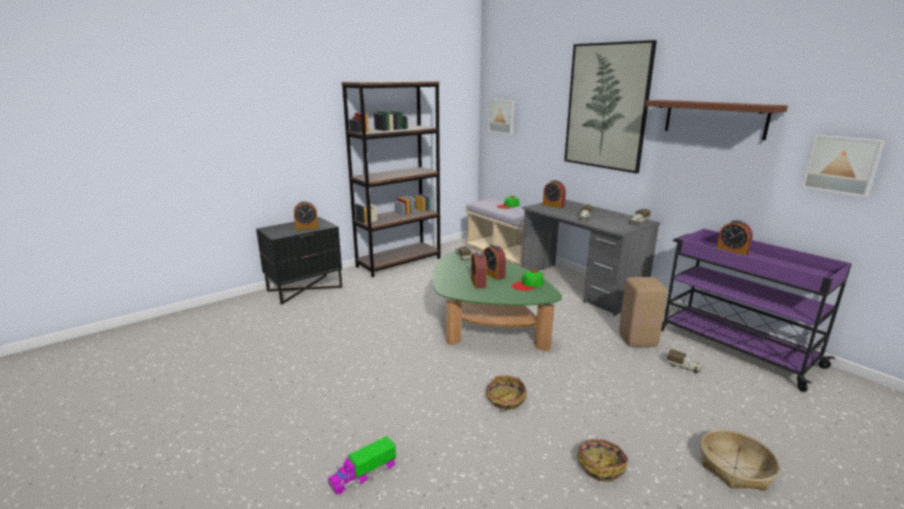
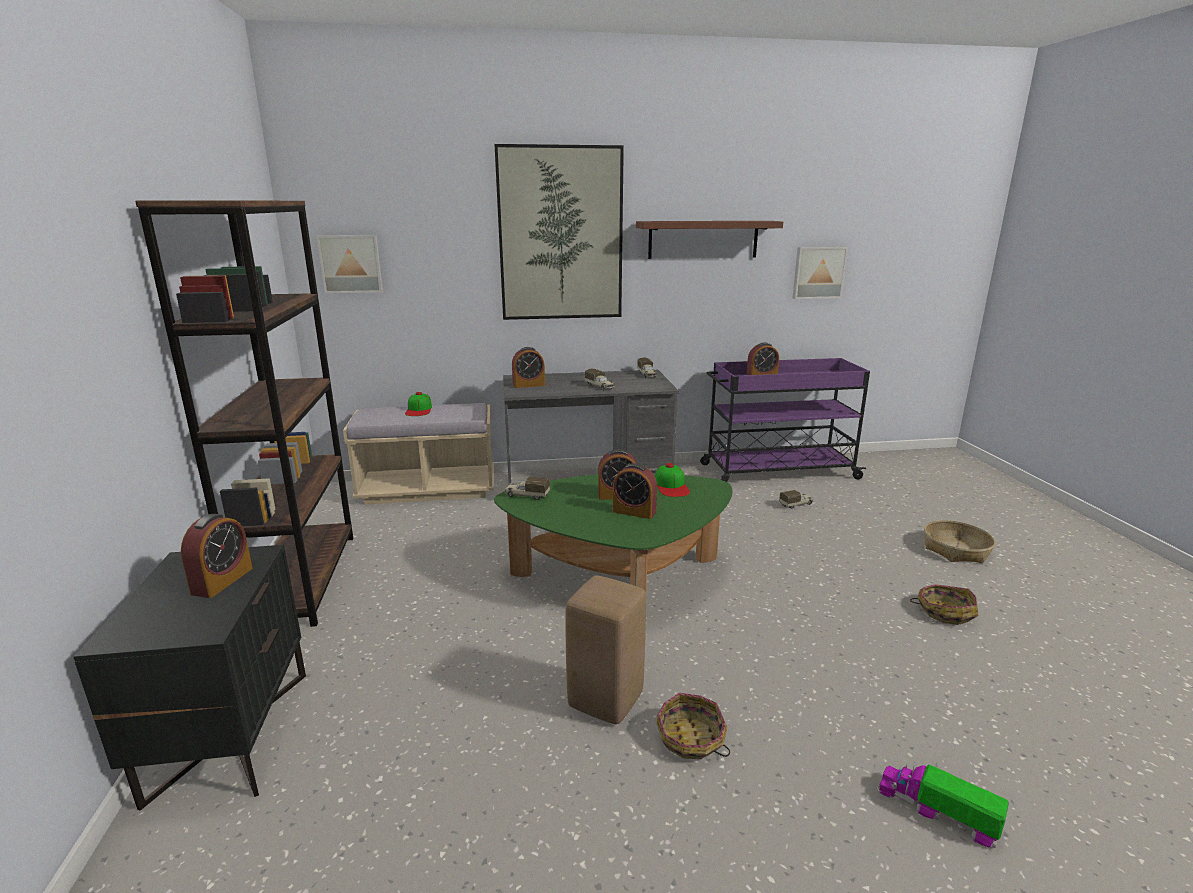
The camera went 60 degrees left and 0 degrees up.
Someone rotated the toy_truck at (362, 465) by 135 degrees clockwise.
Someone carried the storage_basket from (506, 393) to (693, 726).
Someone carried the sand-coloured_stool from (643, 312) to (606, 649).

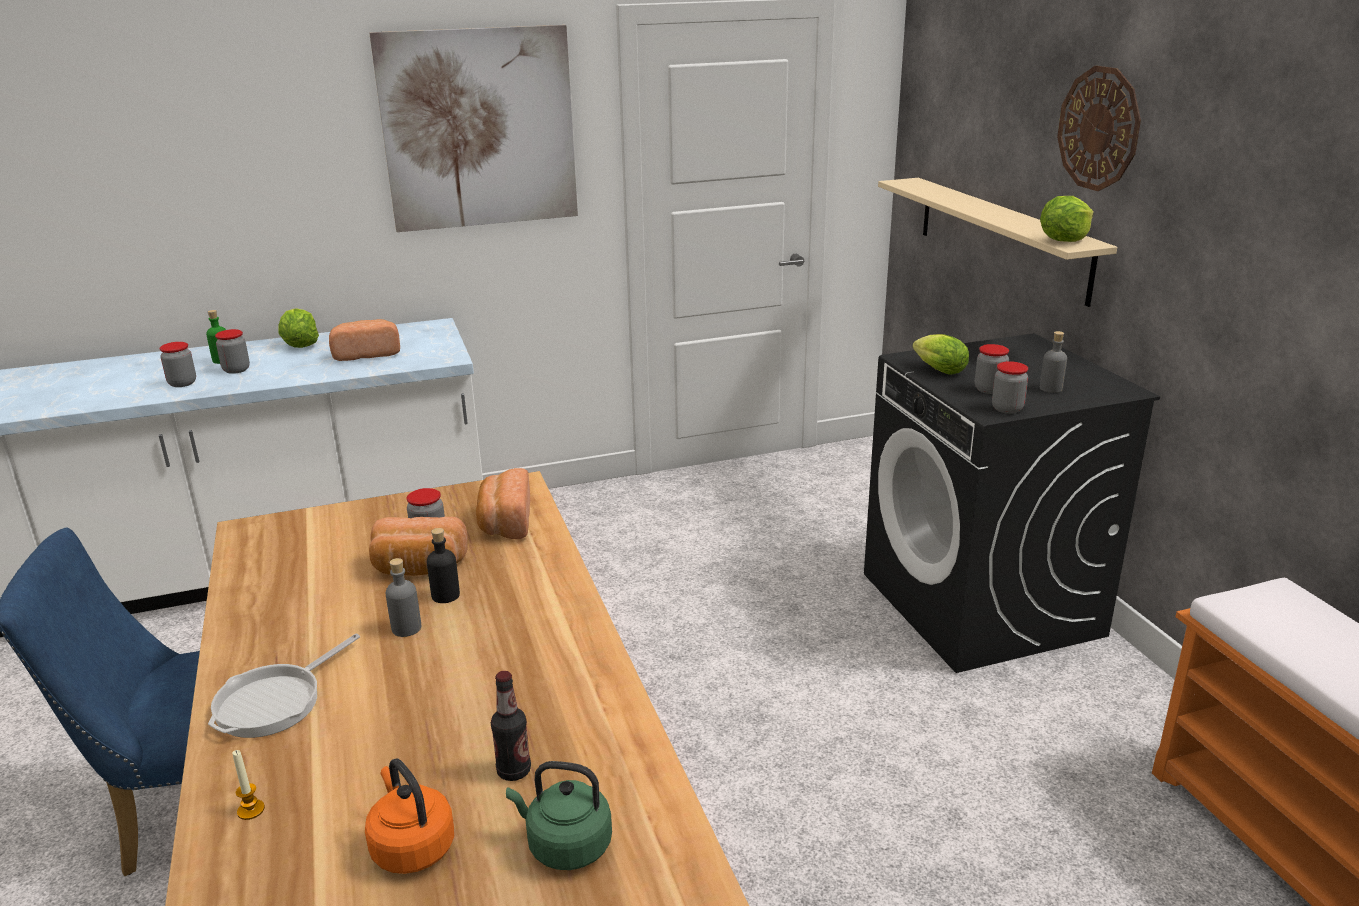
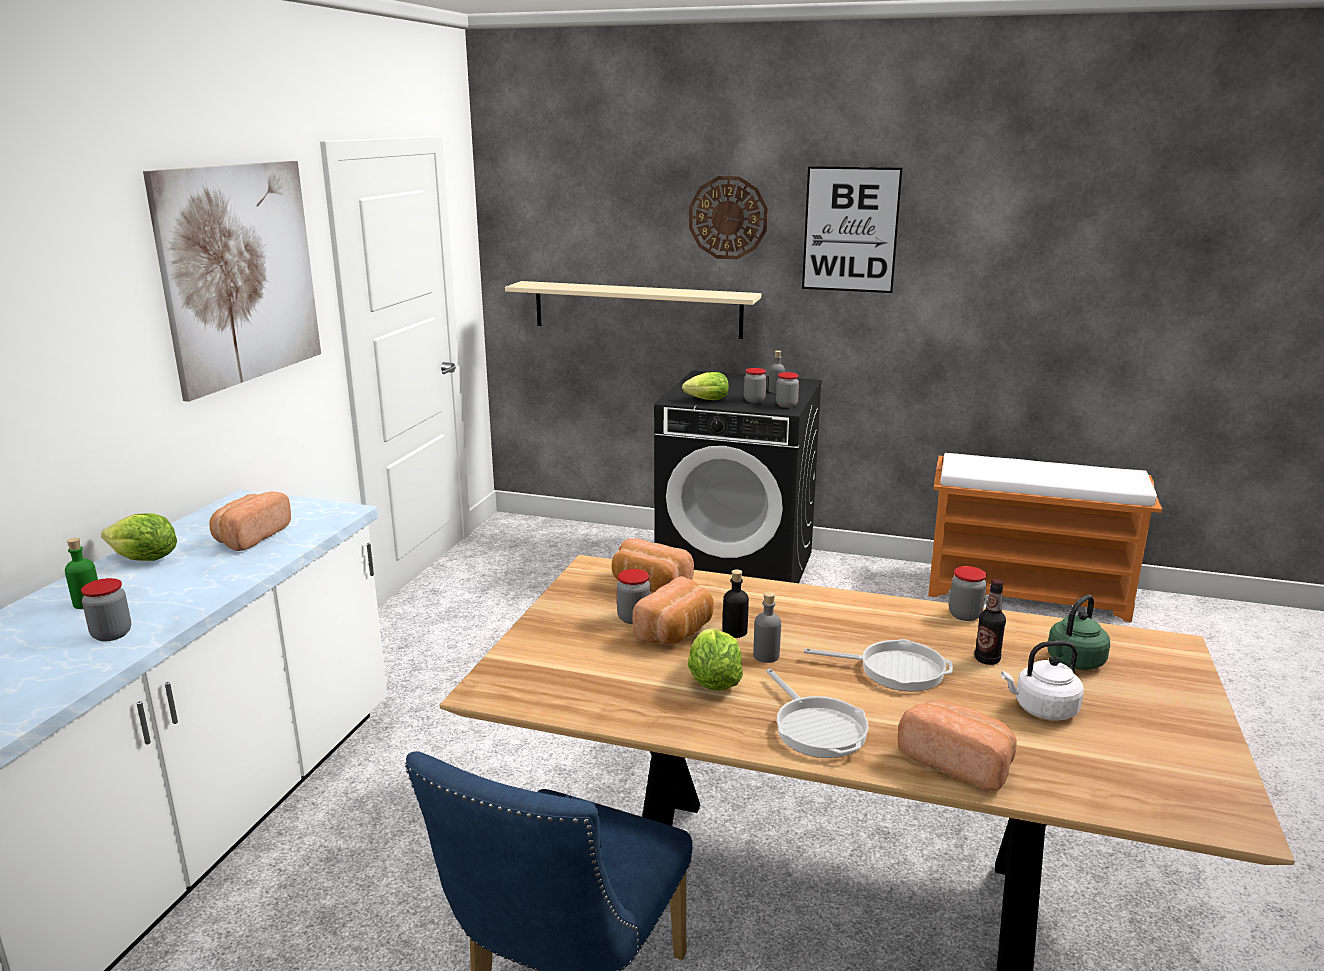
The camera went 55 degrees left and 5 degrees down.
Someone carried the jar from (232, 351) to (968, 593).
Someone swapped the wax_light at (248, 785) for the bakery_bread at (957, 745).
Someone repainted the orange-coloured_tea_kettle at (409, 816), which became the white_tea_kettle at (1042, 681).
Someone carried the head_of_lettuce from (1067, 219) to (715, 659).
Someone put up the wall_picture at (852, 229).
Someone put down the pan at (878, 665).

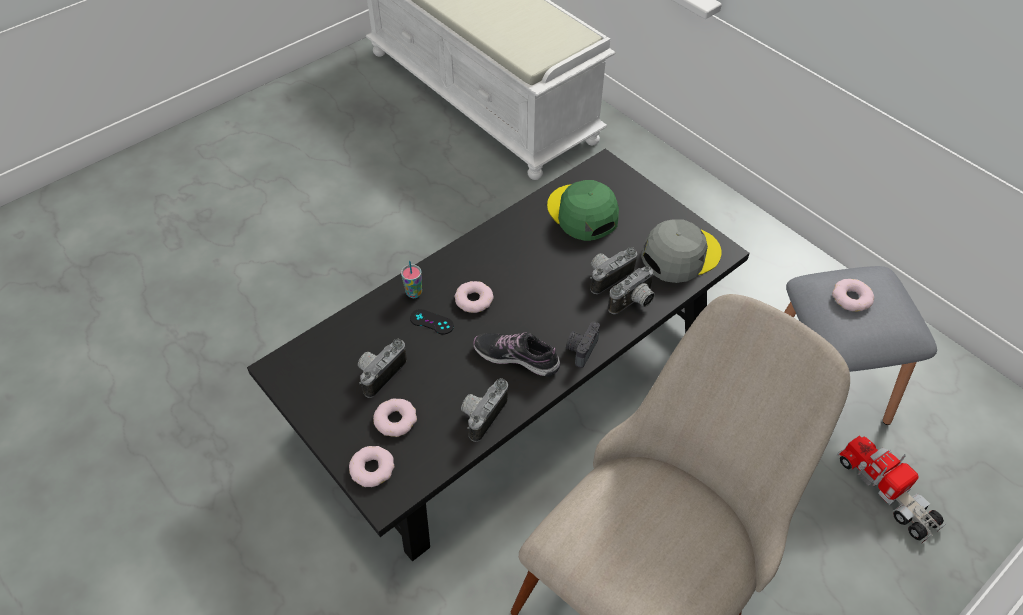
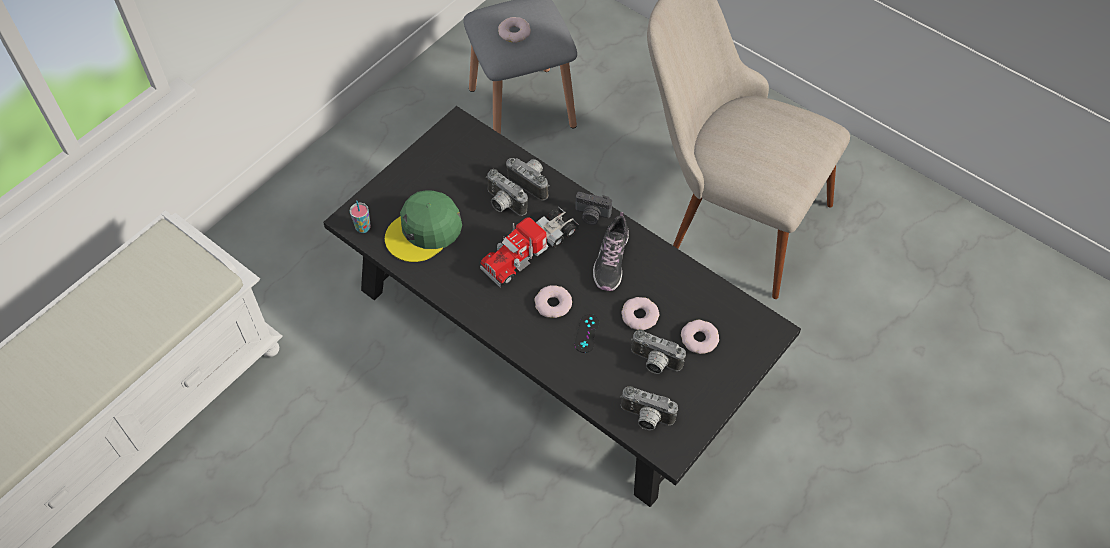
The camera went 100 degrees left and 5 degrees up.
Someone carried the ring_doughnut from (371, 466) to (640, 313).
Someone carried the drinking_cup from (411, 279) to (360, 216).
Someone carried the photo_camera from (484, 410) to (649, 408).
Someone took away the greyish_baseball_cap at (681, 251).
Someone carried the toy_truck from (892, 489) to (529, 247).

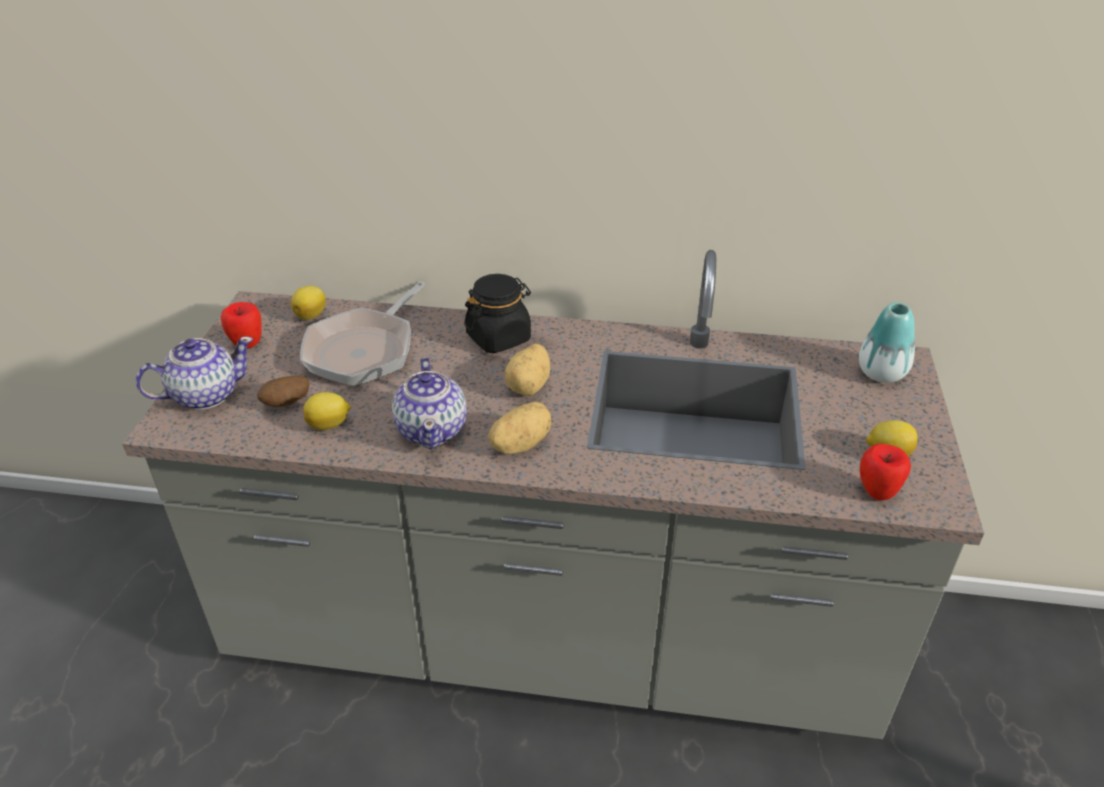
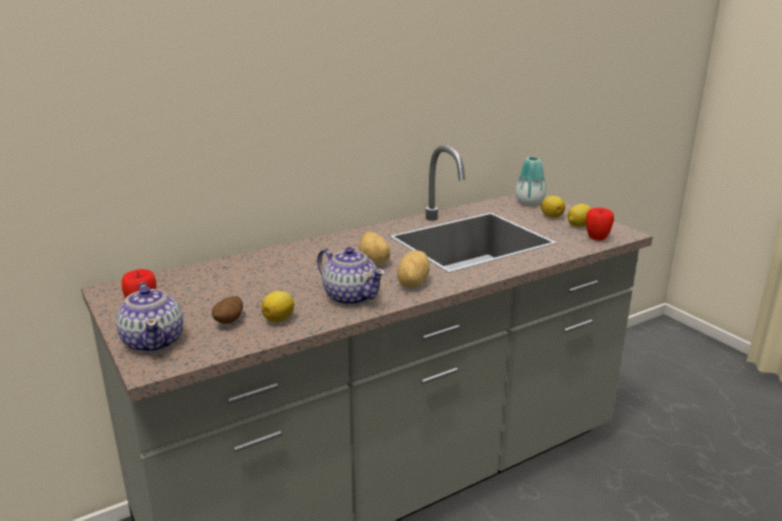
The camera went 40 degrees left and 15 degrees down.
Someone rotated the teapot at (194, 373) by 135 degrees clockwise.
Someone carried the whole_lemon from (308, 303) to (553, 207).
Someone took away the pan at (362, 333).
Someone took away the blackish_jar at (497, 313).

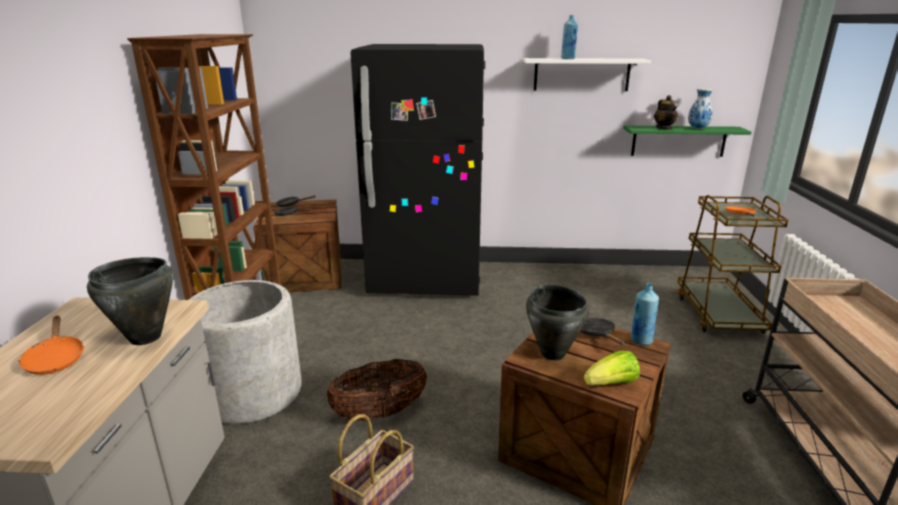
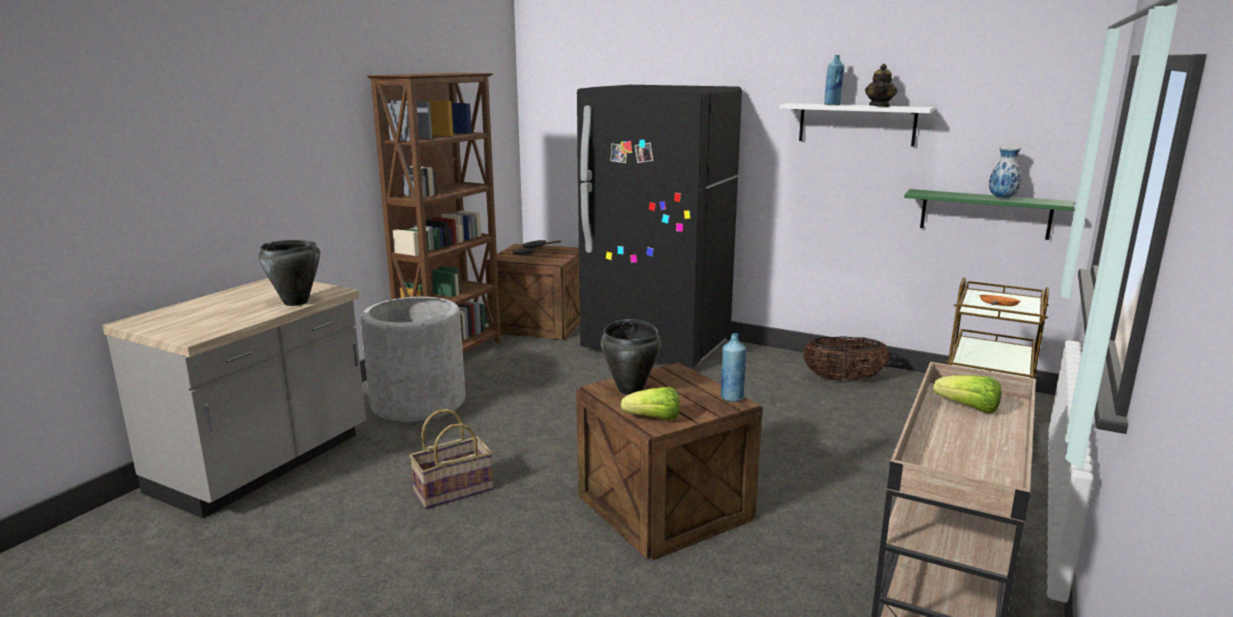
The camera went 25 degrees right and 5 degrees down.
Someone took away the orange-coloured_pan at (51, 345).
Someone carried the storage_basket from (376, 390) to (846, 358).
Someone took away the blackish_pan at (602, 331).
Someone carried the teapot from (666, 112) to (881, 85).
Someone put down the head_of_lettuce at (967, 394).

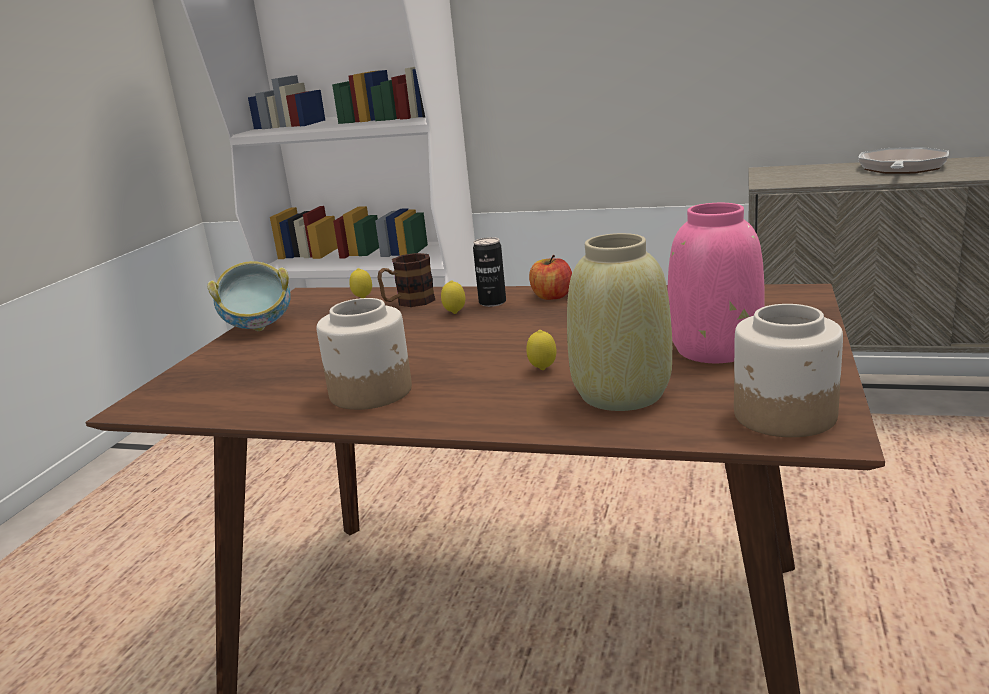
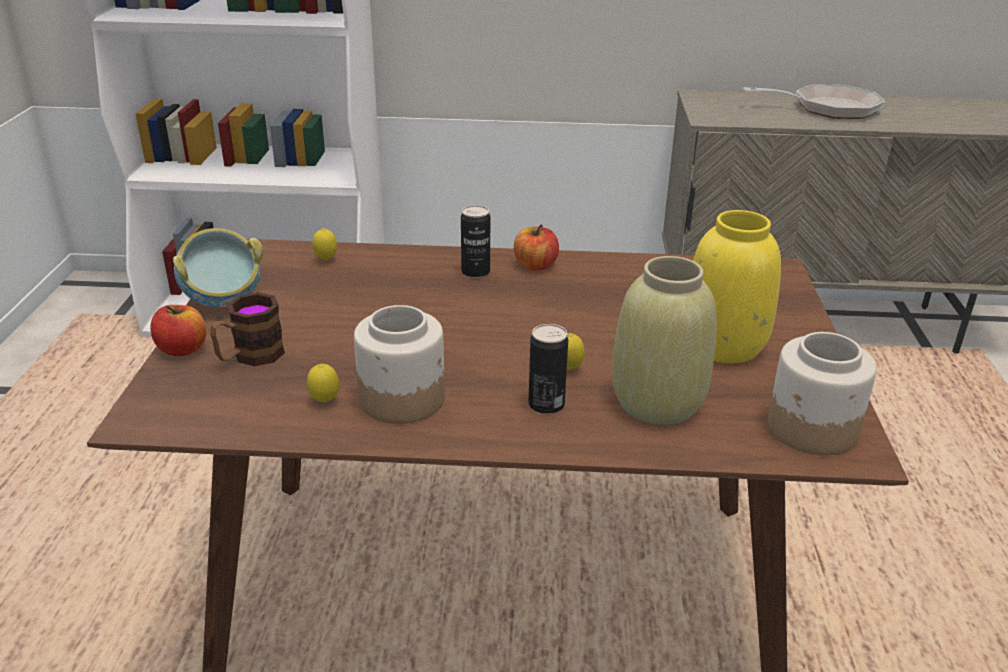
The camera went 15 degrees left and 10 degrees up.
Someone carried the mug from (406, 280) to (247, 329).
Someone carried the whole_lemon from (453, 297) to (323, 383).
Someone repainted the pink-coloured_vase at (716, 283), which became the yellowish_vase at (737, 286).
Someone rotated the pan at (903, 160) by 75 degrees clockwise.
Someone put down the whole_apple at (178, 330).
Someone put down the metal_can at (548, 369).

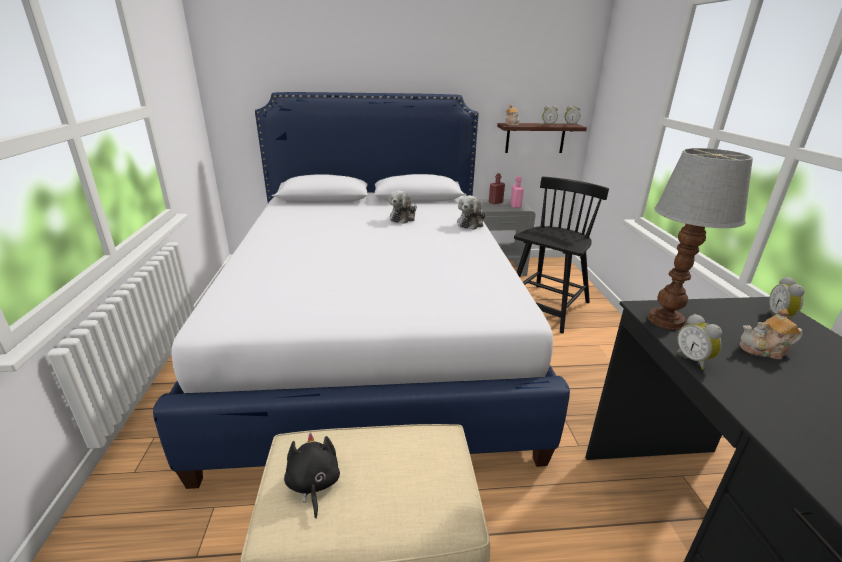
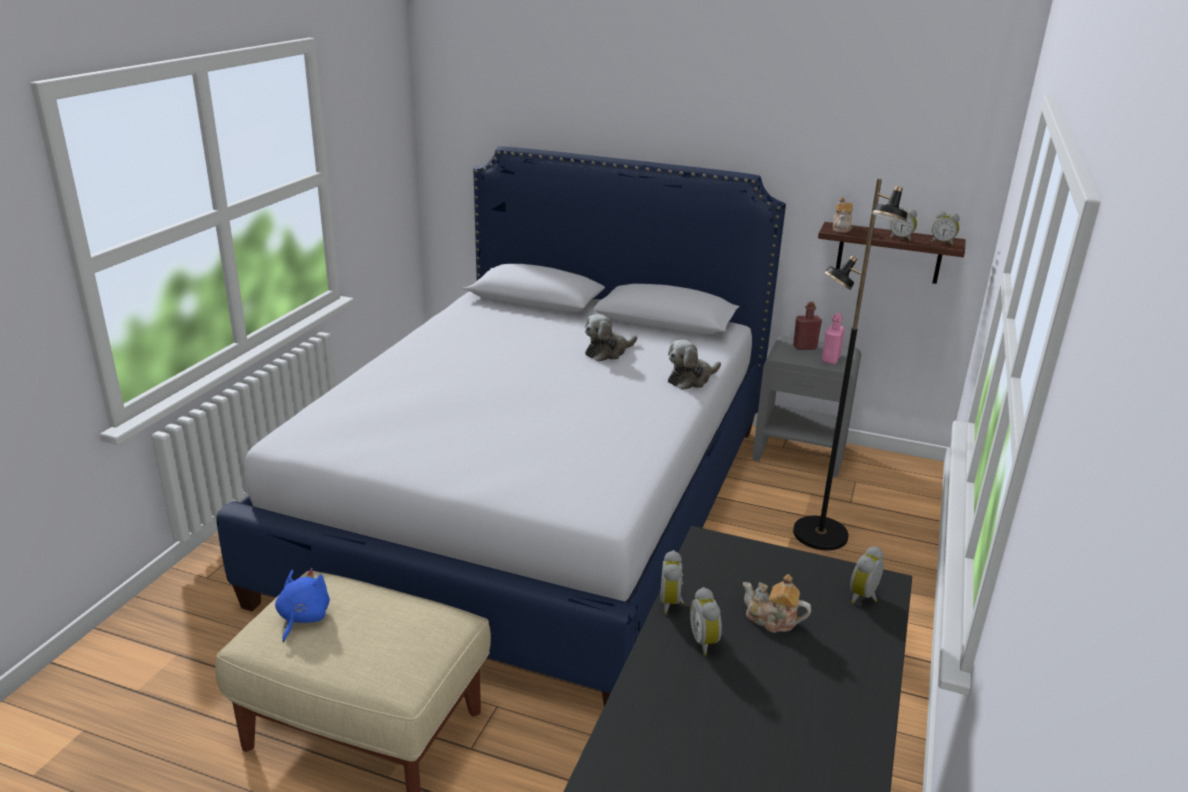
The camera went 25 degrees right and 0 degrees up.
Someone repainted the blackish_cuddly_toy at (312, 476), which became the blue-coloured_cuddly_toy at (302, 605).
Someone swapped the blackish_chair at (561, 255) for the blackish_standing_lamp at (850, 364).
Someone took away the lamp_for_a_table at (700, 239).
Someone put down the table_clock at (706, 621).

